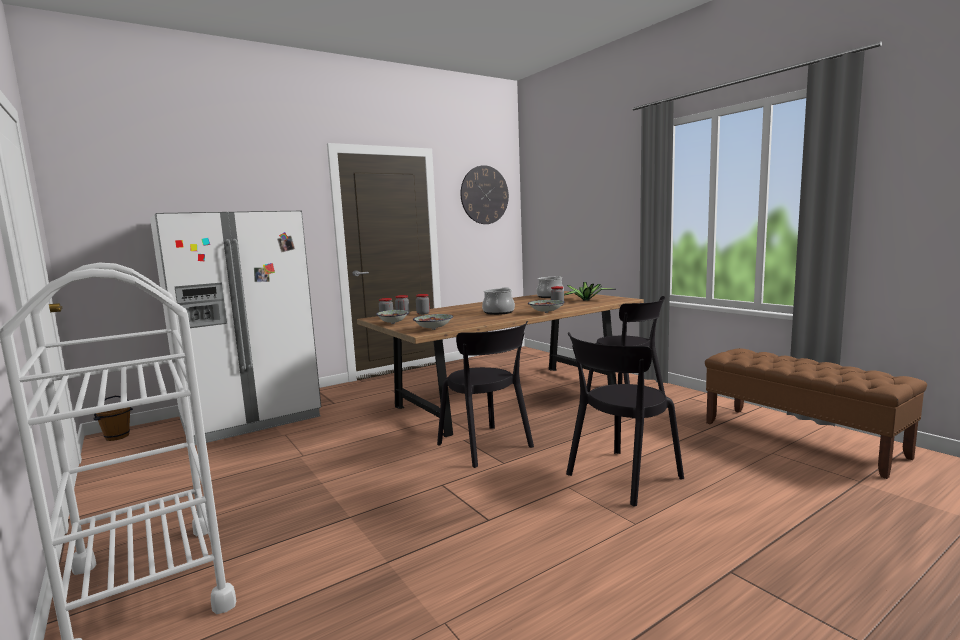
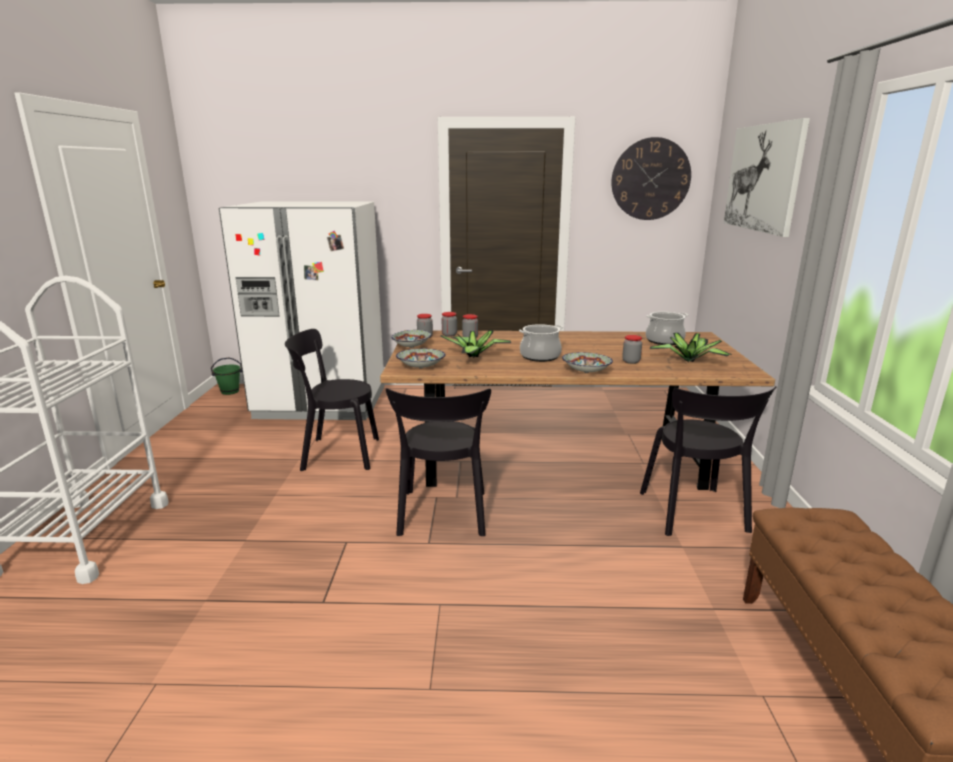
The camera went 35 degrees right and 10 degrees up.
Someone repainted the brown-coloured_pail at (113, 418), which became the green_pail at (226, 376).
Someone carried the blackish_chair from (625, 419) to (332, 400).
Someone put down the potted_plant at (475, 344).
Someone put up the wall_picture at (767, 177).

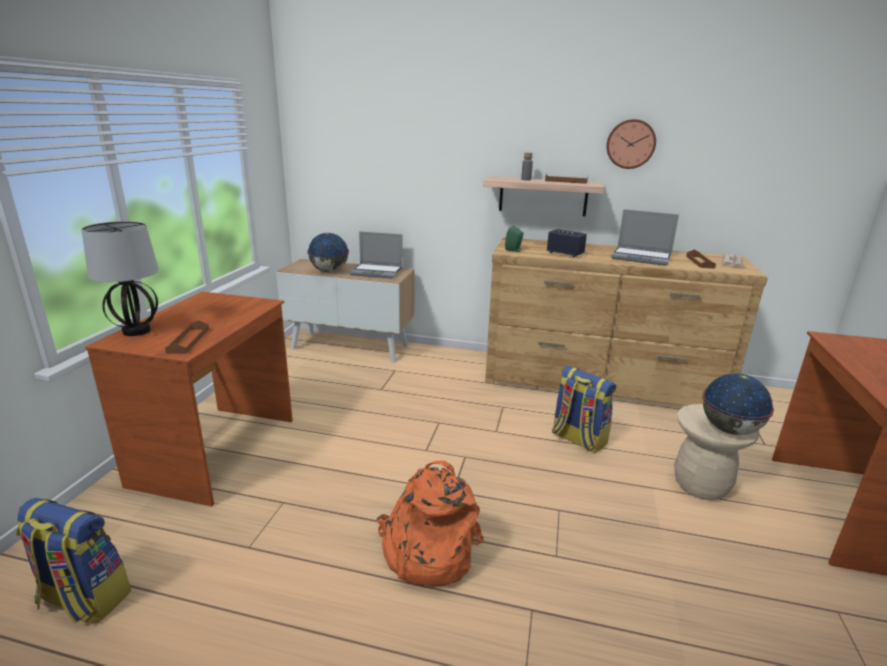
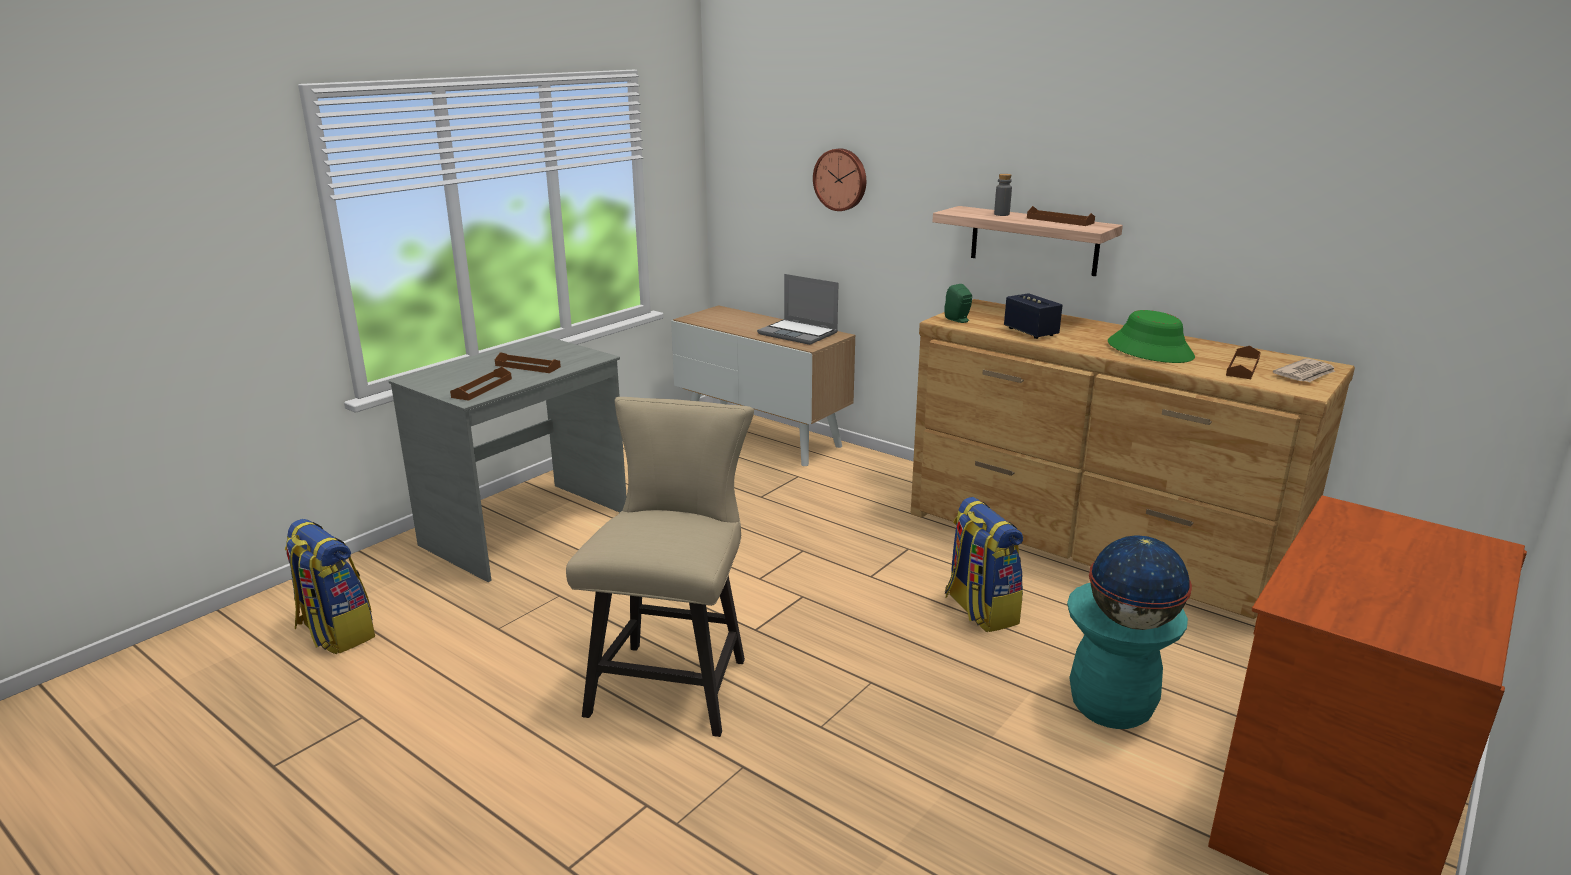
The camera went 25 degrees right and 0 degrees up.
Someone took away the lamp_for_a_table at (120, 278).
Someone repainted the brown-coloured_desk at (189, 398), which became the greyish_desk at (508, 459).
Someone took away the world_globe at (328, 252).
Someone swapped the orange-coloured_backpack at (430, 523) for the sand-coloured_chair at (660, 567).
Someone carried the hanging_clock from (631, 144) to (839, 179).
Someone swapped the notebook_computer at (645, 237) for the green_wearable_hat at (1151, 336).
Someone repainted the sand-coloured_stool at (717, 452), which became the turquoise-coloured_stool at (1127, 656).
Someone put down the brown-coloured_carrying_tray at (528, 362).

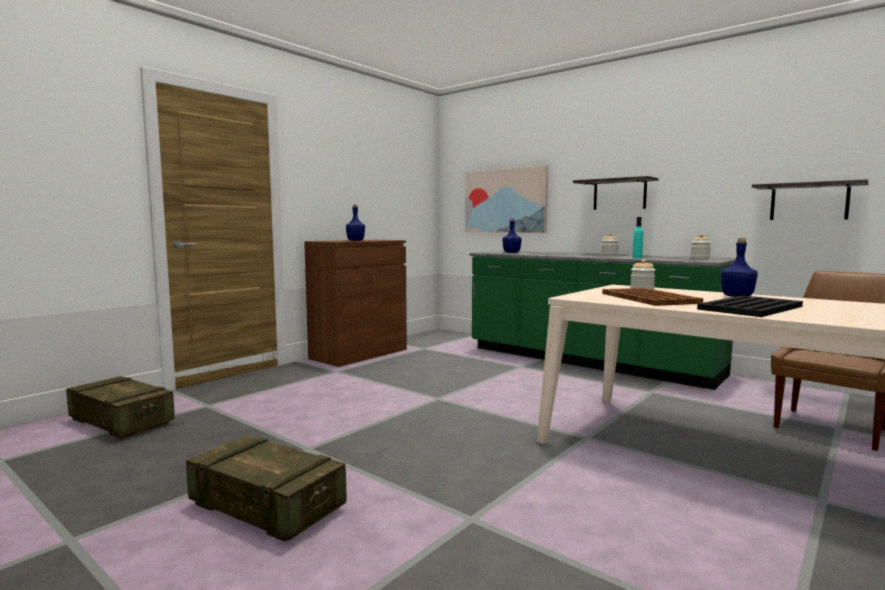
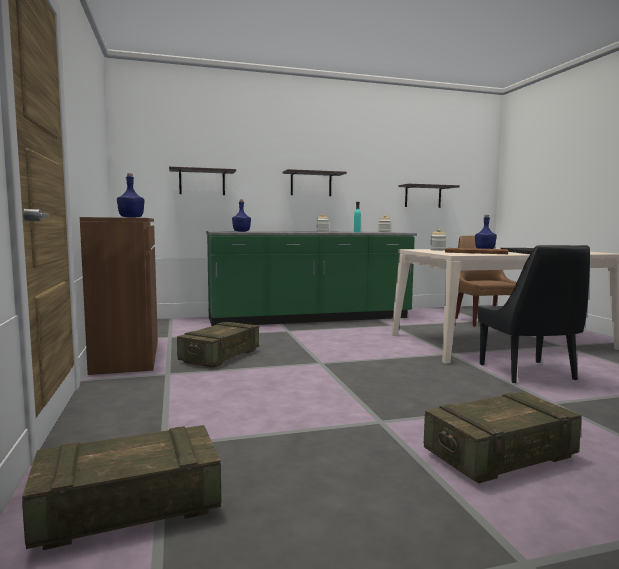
The camera went 55 degrees left and 0 degrees up.
Someone swapped the wall_picture at (506, 199) for the bracket_shelf at (202, 180).
Someone put down the shipping_crate at (218, 345).
Someone put down the blackish_chair at (534, 314).

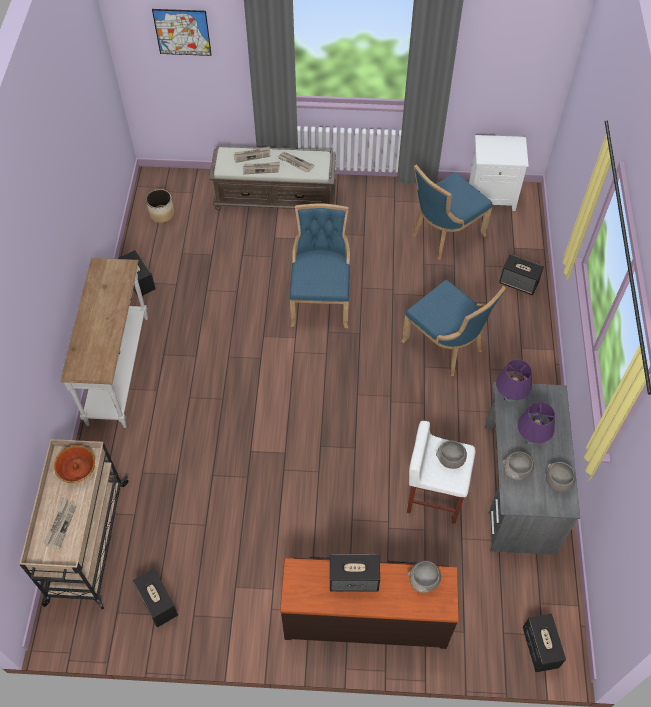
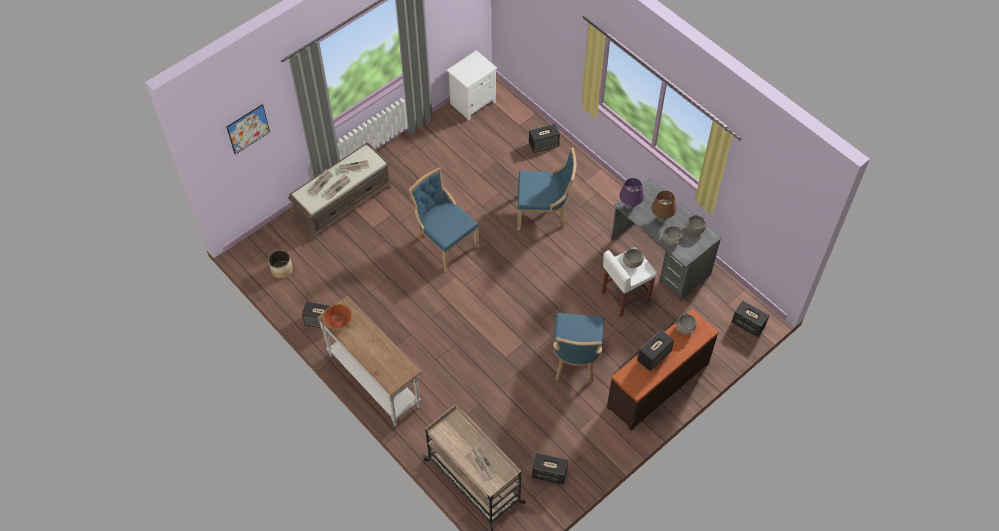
The camera went 45 degrees left and 0 degrees up.
Someone carried the deep_dish from (74, 464) to (337, 316).
Someone carried the blue-coloured_chair from (452, 212) to (578, 348).
Someone repainted the purple_lamp_for_a_table at (536, 423), which became the brown-coloured_lamp_for_a_table at (663, 206).

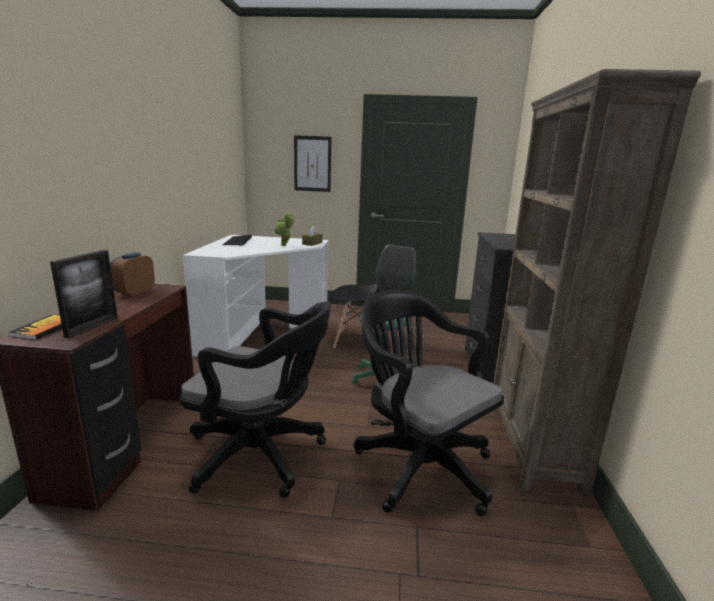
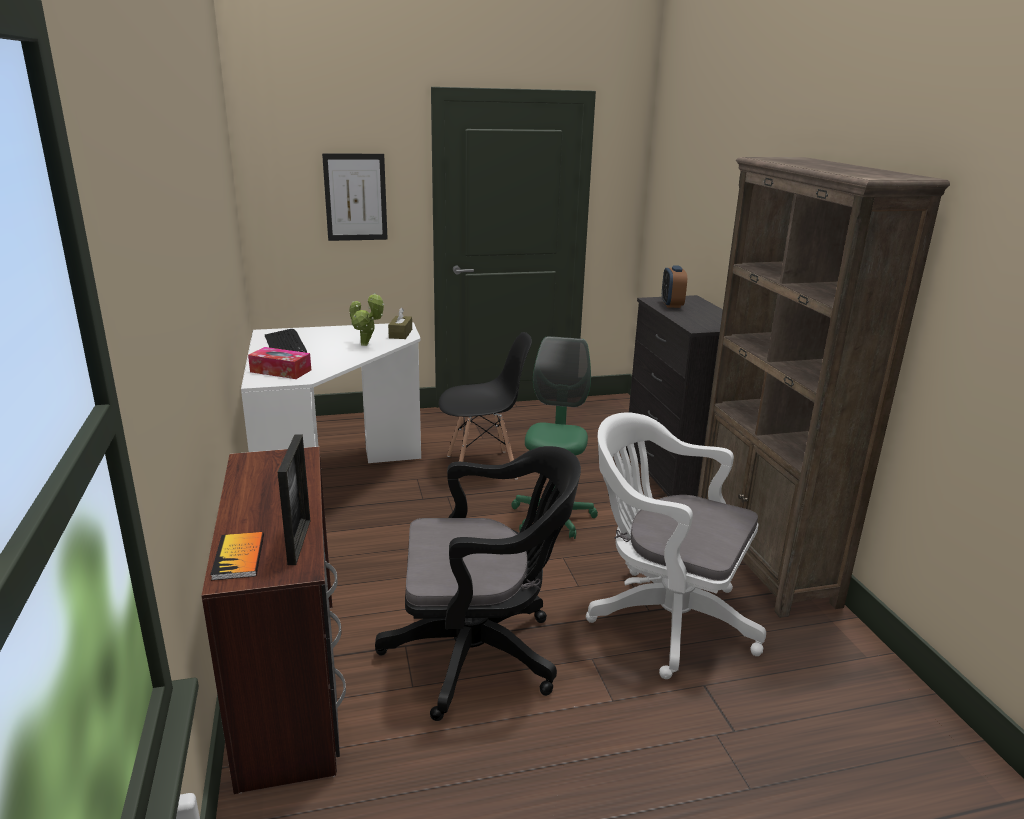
The camera went 20 degrees left and 5 degrees up.
Someone carried the table_clock from (132, 274) to (674, 286).
Someone repainted the blackish_office_chair at (429, 403), which became the white_office_chair at (676, 545).
Someone put down the tissue_holder at (279, 363).

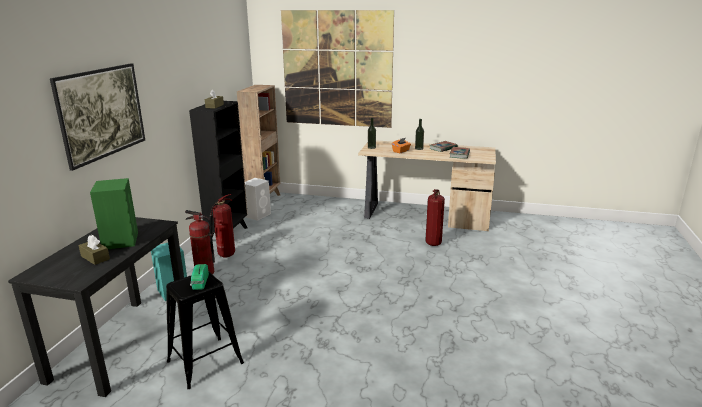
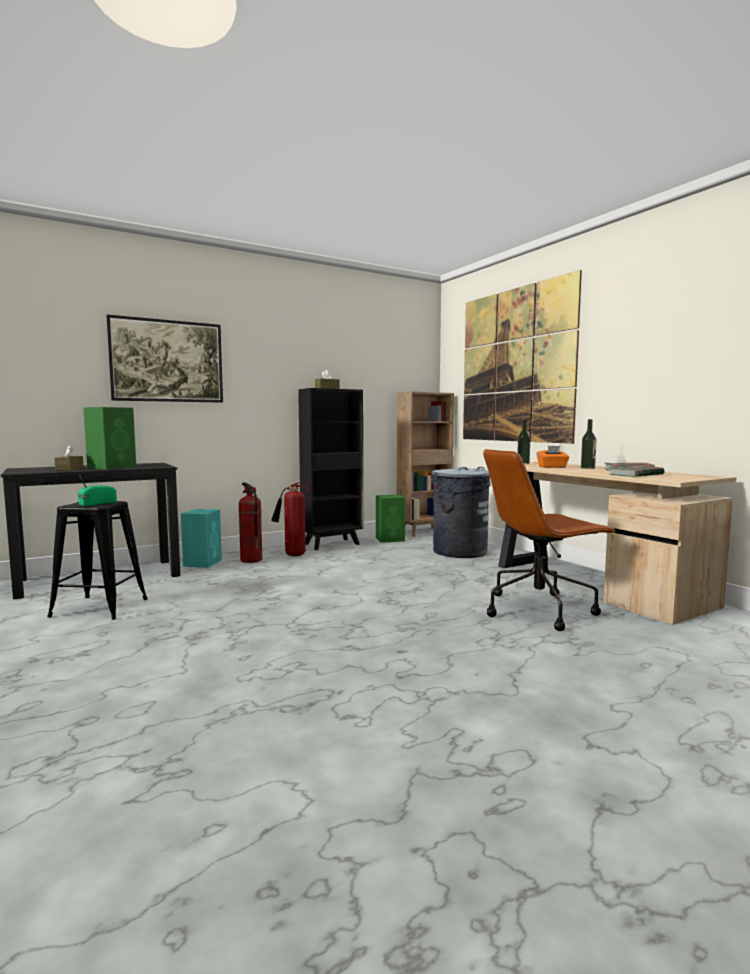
The camera went 45 degrees right and 15 degrees down.
Someone repainted the white_speaker at (258, 199), which became the green_speaker at (390, 519).
Someone swapped the extinguisher at (435, 217) for the brown-coloured_office_chair at (549, 540).
Someone put down the greyish_trash_can at (460, 512).

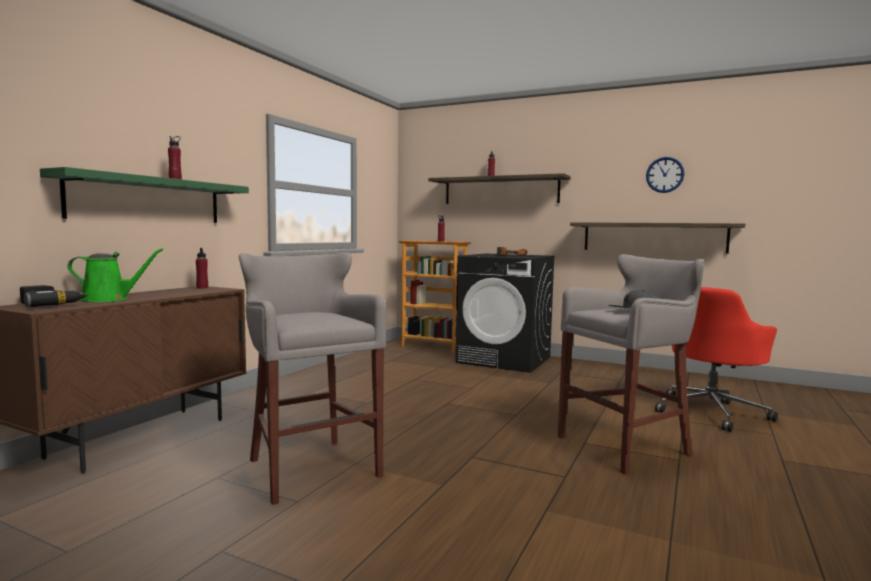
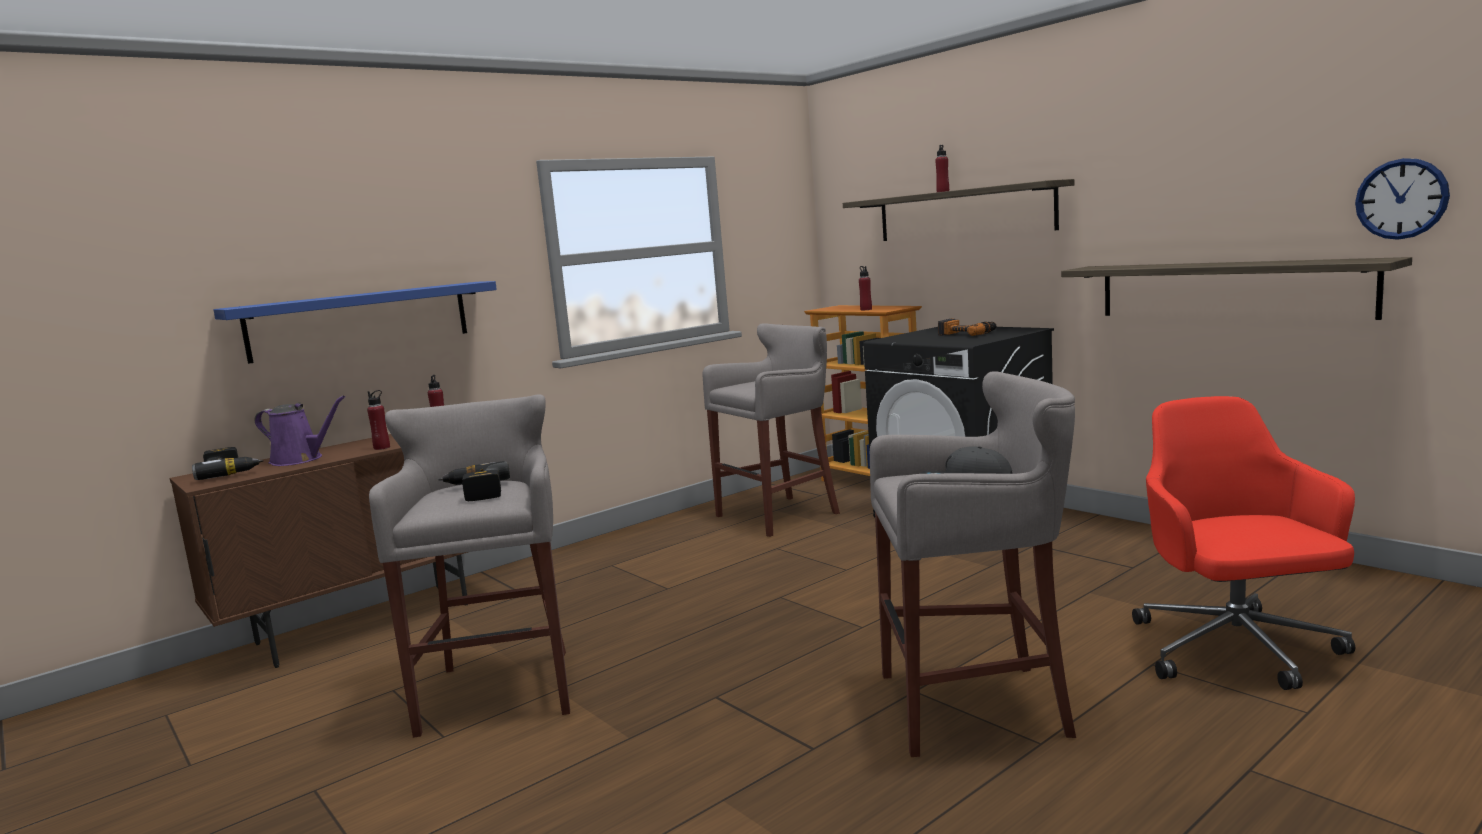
The camera went 25 degrees right and 5 degrees up.
Someone repainted the green_bracket_shelf at (144, 195), which became the blue-coloured_bracket_shelf at (355, 322).
Someone repainted the green_watering_pot at (115, 275), which became the purple_watering_pot at (300, 431).
Someone carried the red_bottle from (175, 158) to (378, 420).
Someone carried the hanging_clock from (665, 175) to (1402, 199).
Someone rotated the red_office_chair at (716, 359) by 105 degrees clockwise.
Someone put down the drill at (474, 481).
Someone put down the greyish_stool at (771, 430).

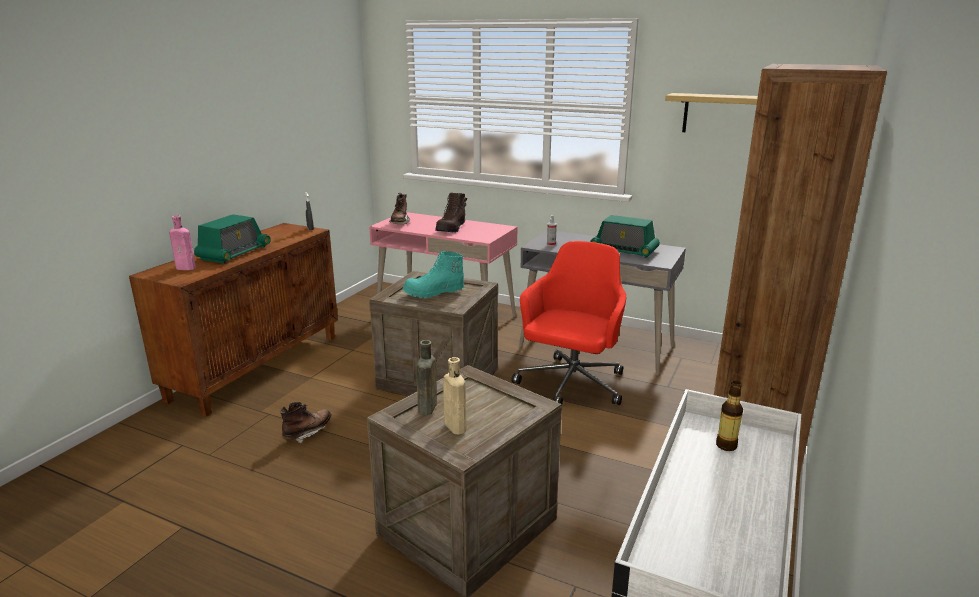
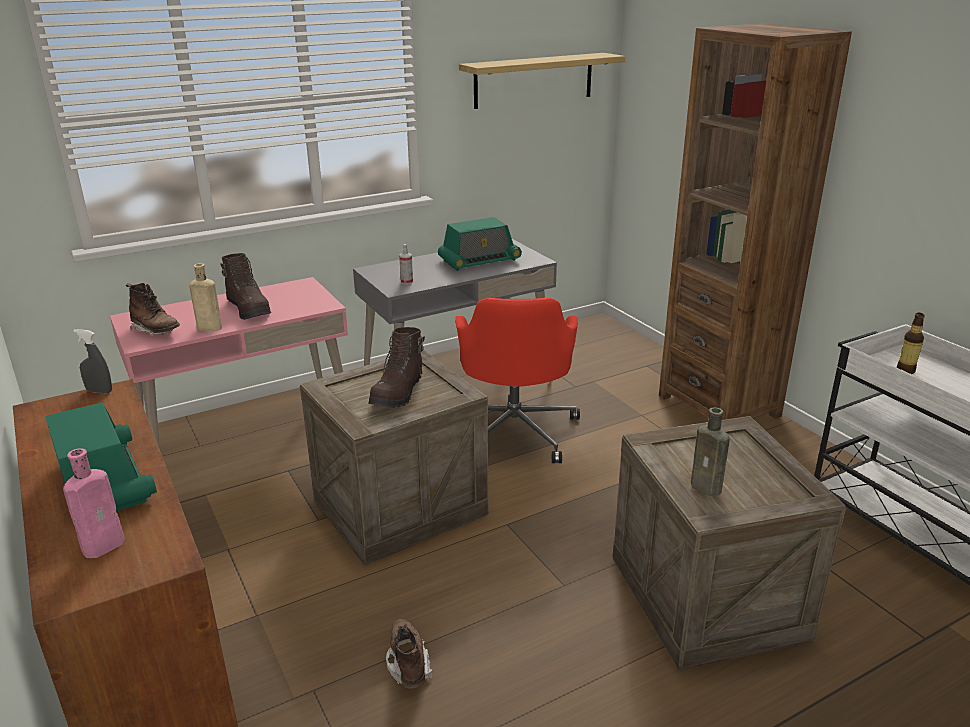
The camera went 55 degrees left and 5 degrees up.
Someone repainted the turquoise-coloured_tall_boot at (433, 275), which became the brown-coloured_tall_boot at (396, 367).
Someone carried the sand-coloured_bottle from (455, 396) to (205, 297).
Someone rotated the red_office_chair at (568, 323) by 150 degrees counterclockwise.

